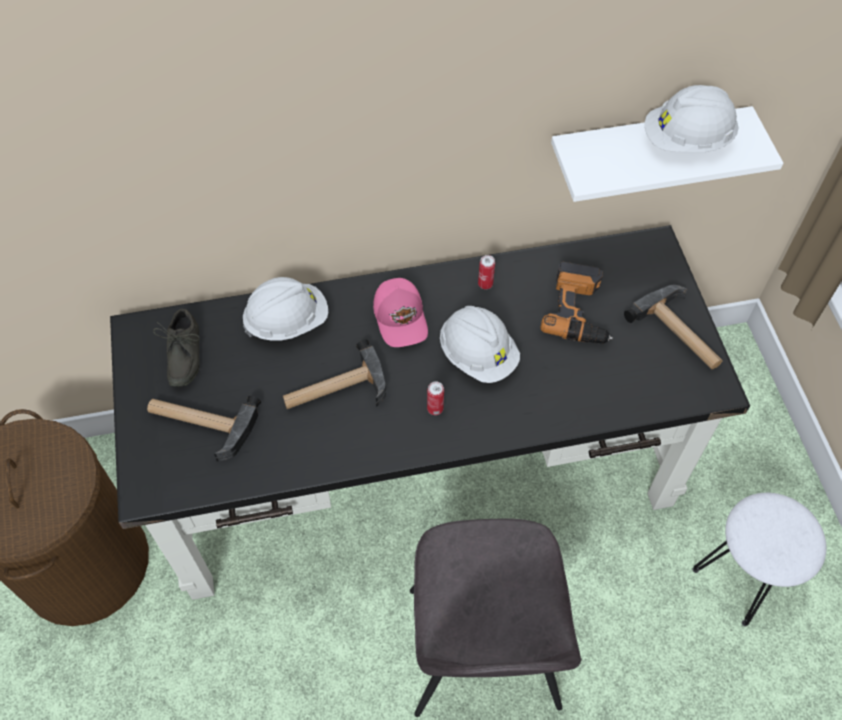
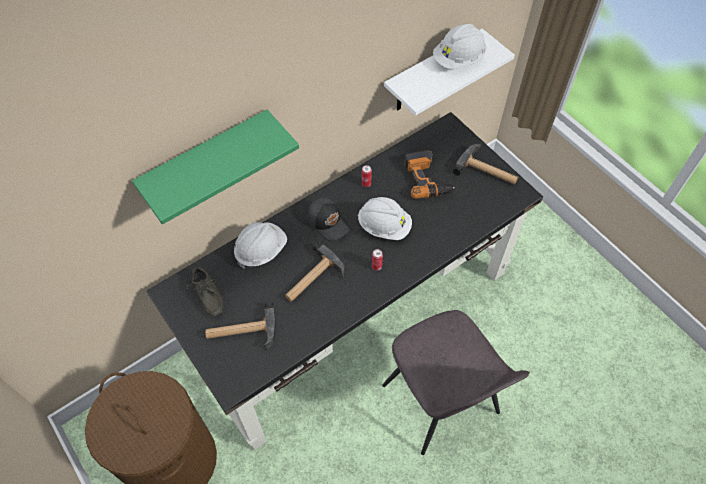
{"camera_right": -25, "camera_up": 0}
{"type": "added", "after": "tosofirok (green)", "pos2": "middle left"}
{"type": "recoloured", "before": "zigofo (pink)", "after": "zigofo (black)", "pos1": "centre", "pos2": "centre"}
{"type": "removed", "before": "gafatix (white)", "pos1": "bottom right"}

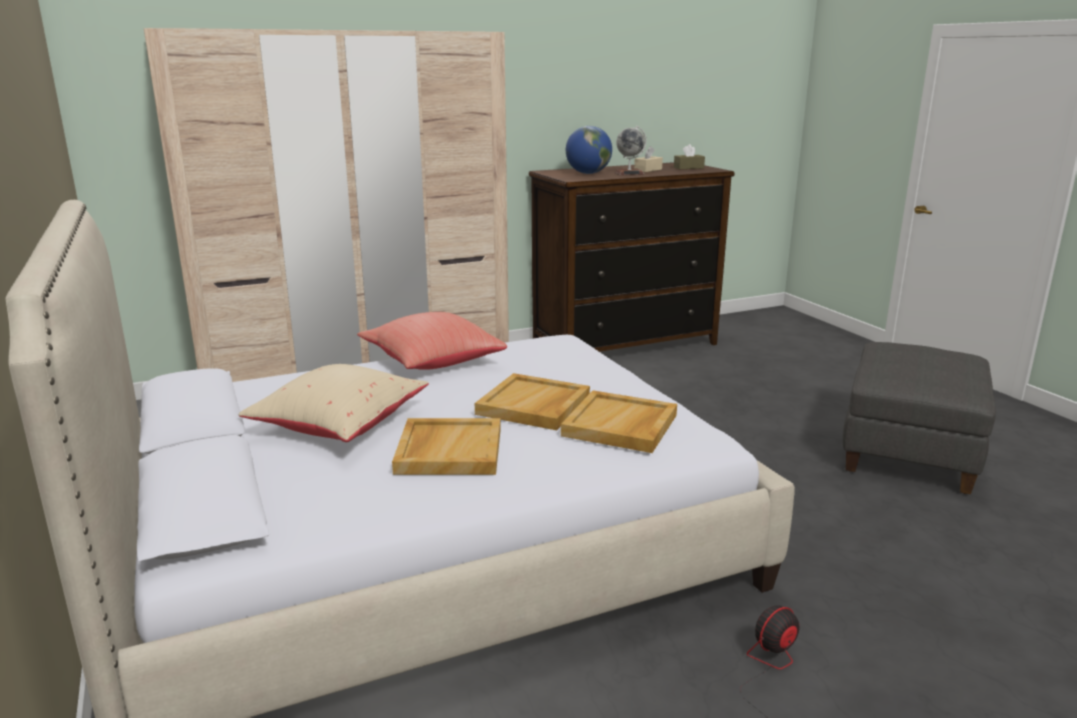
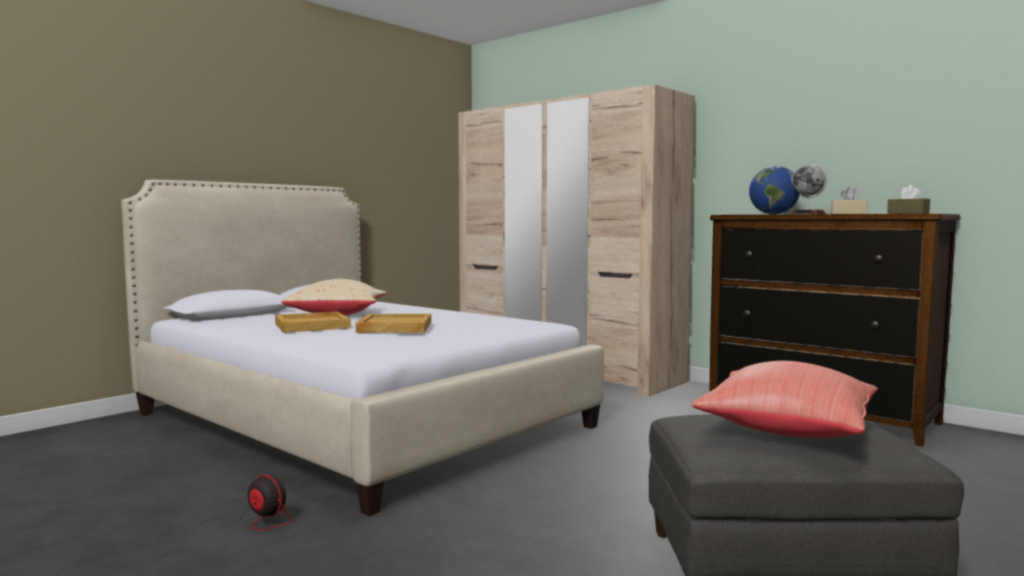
{"camera_right": 65, "camera_up": -15}
{"type": "moved", "before": "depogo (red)", "pos1": "centre", "pos2": "bottom right"}
{"type": "removed", "before": "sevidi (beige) (3rd from left)", "pos1": "centre"}

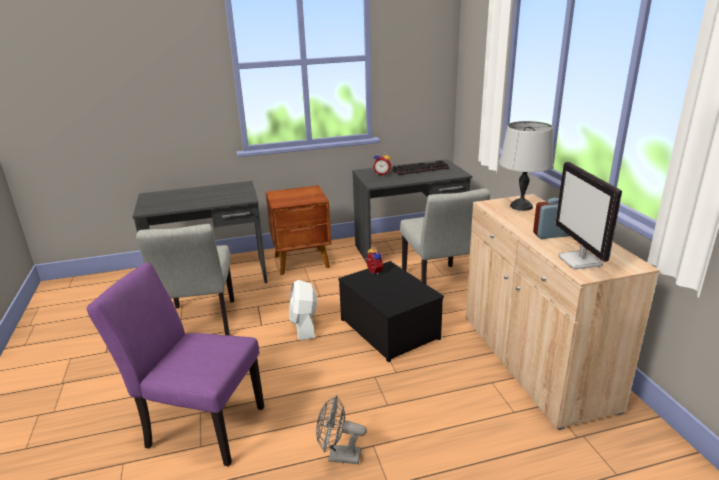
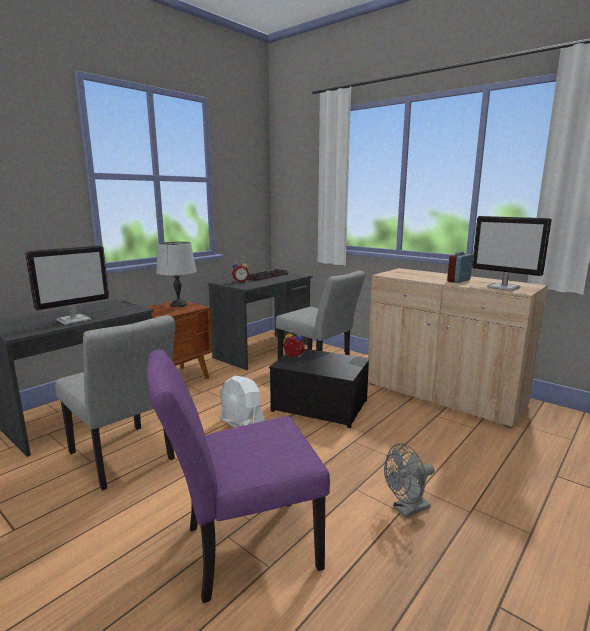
{"camera_right": -35, "camera_up": -10}
{"type": "added", "after": "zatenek (1st from left)", "pos2": "middle left"}
{"type": "moved", "before": "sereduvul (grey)", "pos1": "middle right", "pos2": "middle left"}

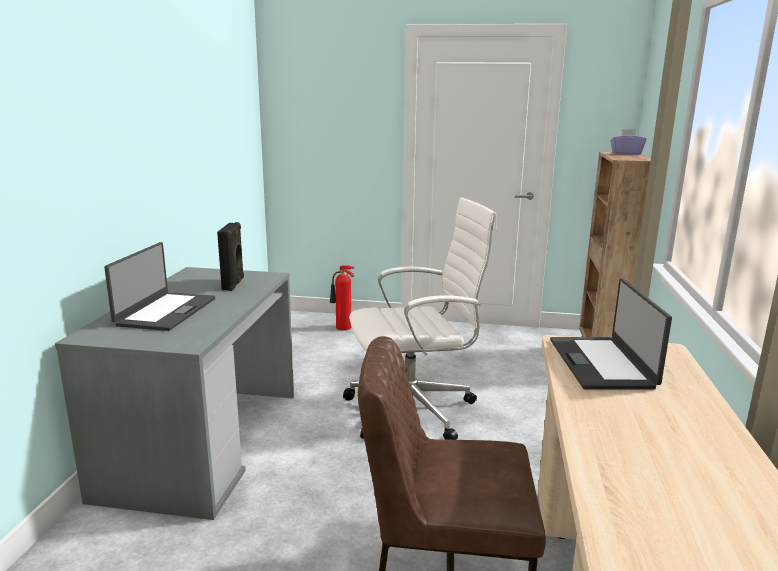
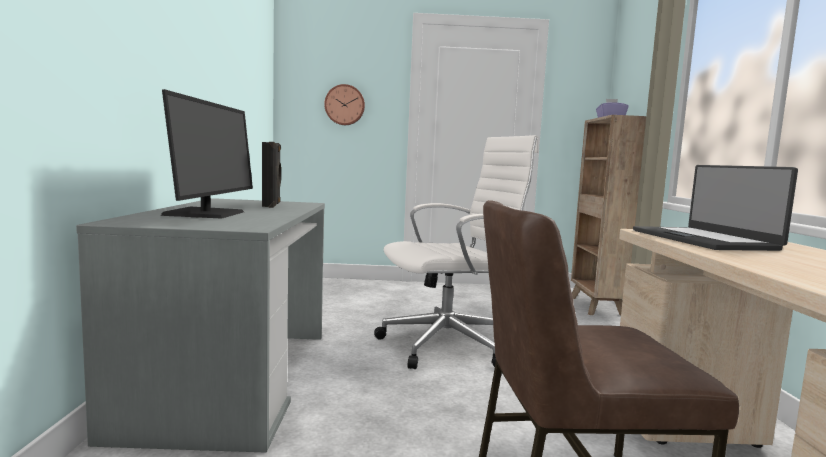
{"camera_right": -10, "camera_up": -10}
{"type": "replaced", "before": "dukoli (1st from left)", "after": "zatenek", "pos1": "middle left", "pos2": "middle left"}
{"type": "added", "after": "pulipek", "pos2": "top centre"}
{"type": "removed", "before": "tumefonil", "pos1": "centre"}

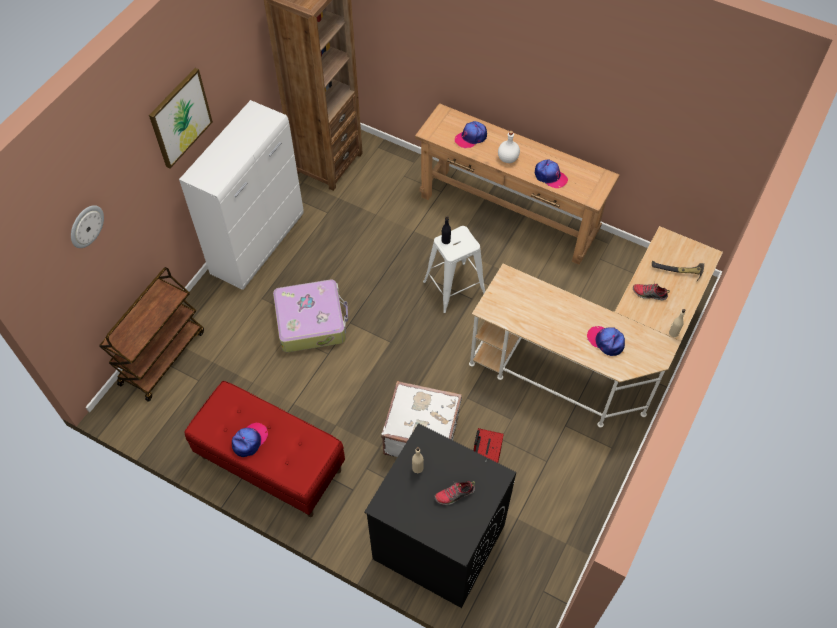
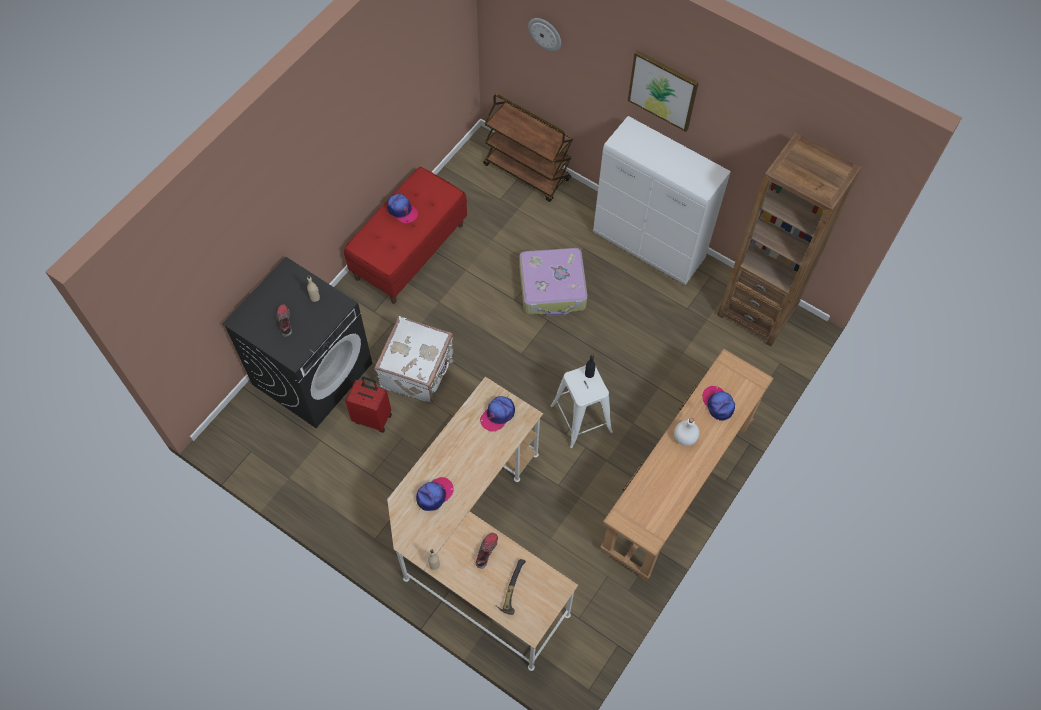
{"camera_right": 95, "camera_up": 5}
{"type": "moved", "before": "zigofo (3rd from left)", "pos1": "top centre", "pos2": "centre"}

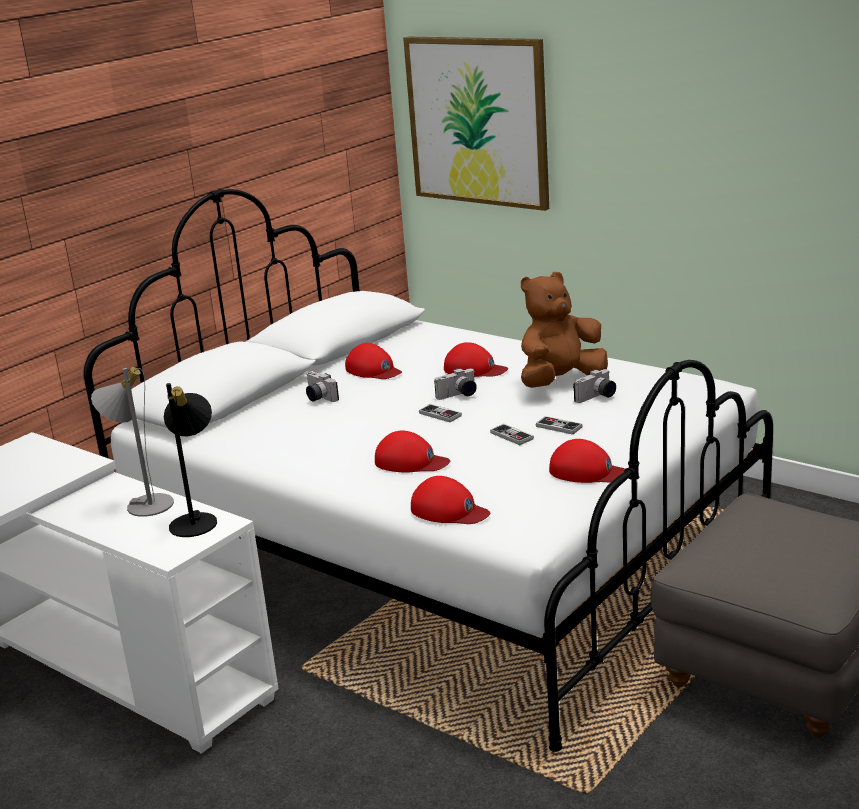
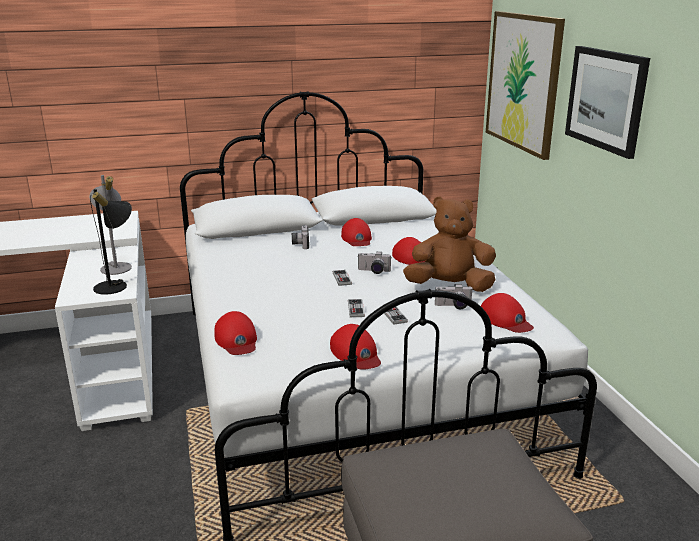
{"camera_right": 35, "camera_up": 0}
{"type": "moved", "before": "zigofo (red) (2nd from left in the first image)", "after": "zigofo (red) (5th from left)", "pos1": "centre", "pos2": "middle right"}
{"type": "added", "after": "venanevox (2nd from left)", "pos2": "top right"}

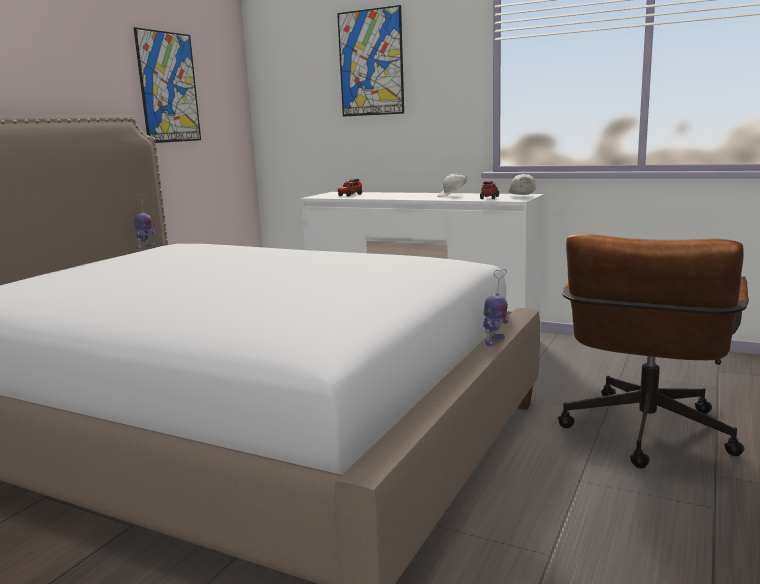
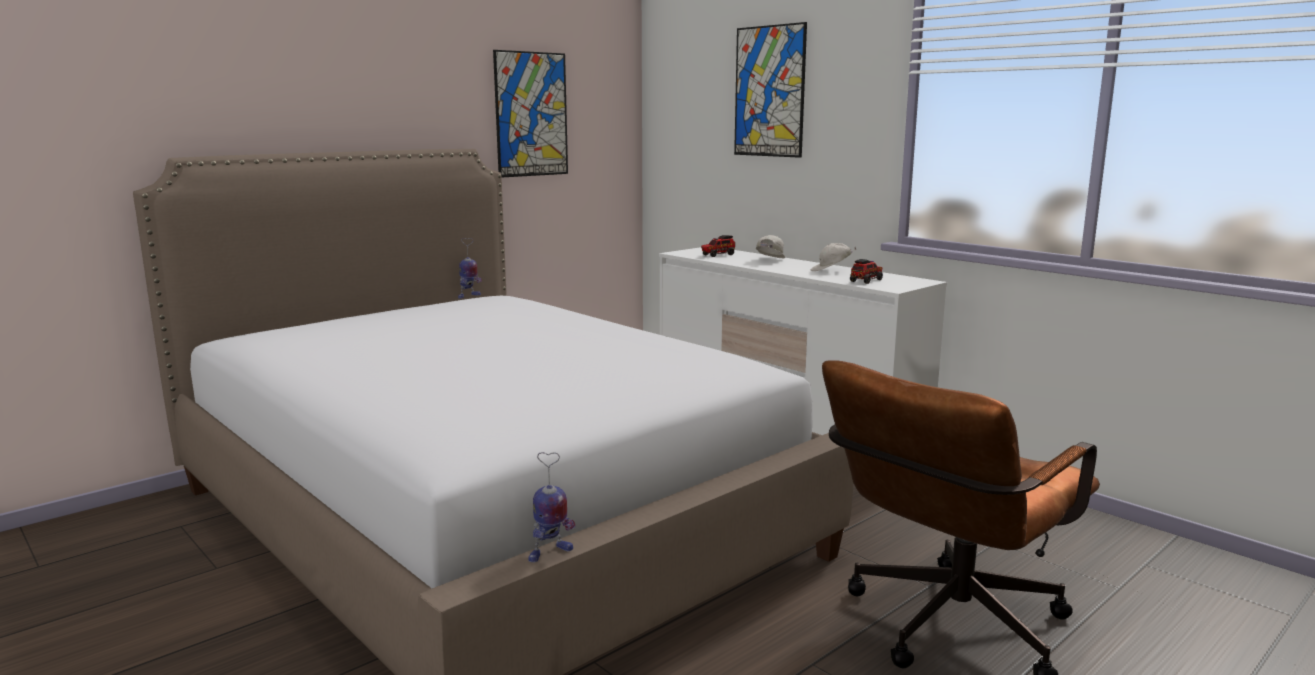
{"camera_right": 20, "camera_up": 0}
{"type": "moved", "before": "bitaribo (2nd from left)", "pos1": "centre", "pos2": "bottom centre"}
{"type": "moved", "before": "zigofo (white) (2nd from left in the first image)", "after": "zigofo (white) (1st from left)", "pos1": "top right", "pos2": "centre"}

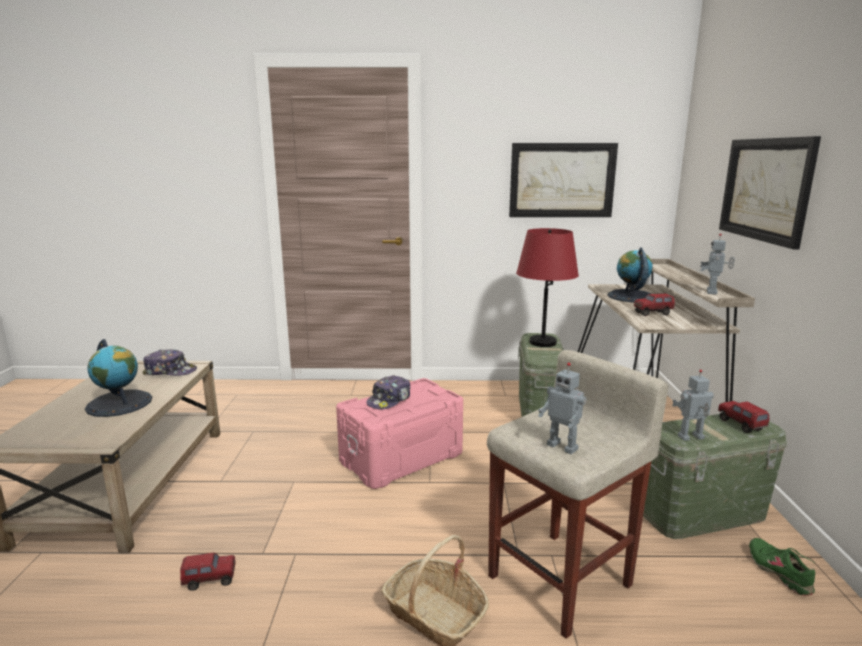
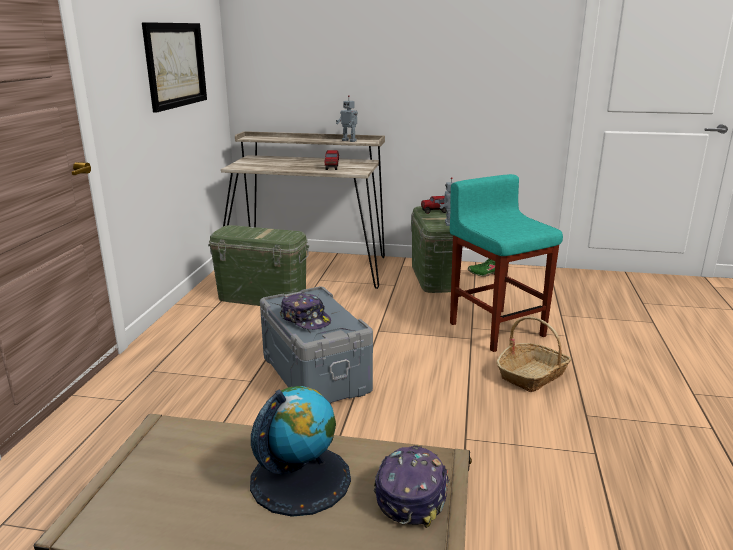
{"camera_right": -80, "camera_up": 5}
{"type": "recoloured", "before": "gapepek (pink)", "after": "gapepek (grey)", "pos1": "bottom centre", "pos2": "centre"}
{"type": "moved", "before": "zigofo (1st from left in the first image)", "after": "zigofo (2nd from left)", "pos1": "middle left", "pos2": "bottom centre"}
{"type": "recoloured", "before": "gafatix (beige)", "after": "gafatix (turquoise)", "pos1": "bottom right", "pos2": "middle right"}
{"type": "removed", "before": "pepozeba (1st from left)", "pos1": "bottom left"}
{"type": "removed", "before": "sereduvul (red)", "pos1": "centre"}
{"type": "removed", "before": "bitaribo (1st from left)", "pos1": "centre"}
{"type": "removed", "before": "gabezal (2nd from left)", "pos1": "middle right"}
{"type": "removed", "before": "venanevox (2nd from left)", "pos1": "top right"}

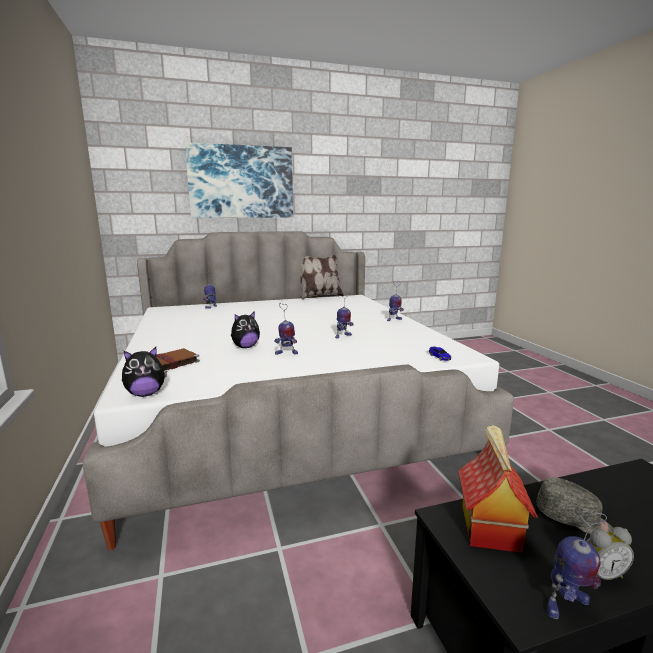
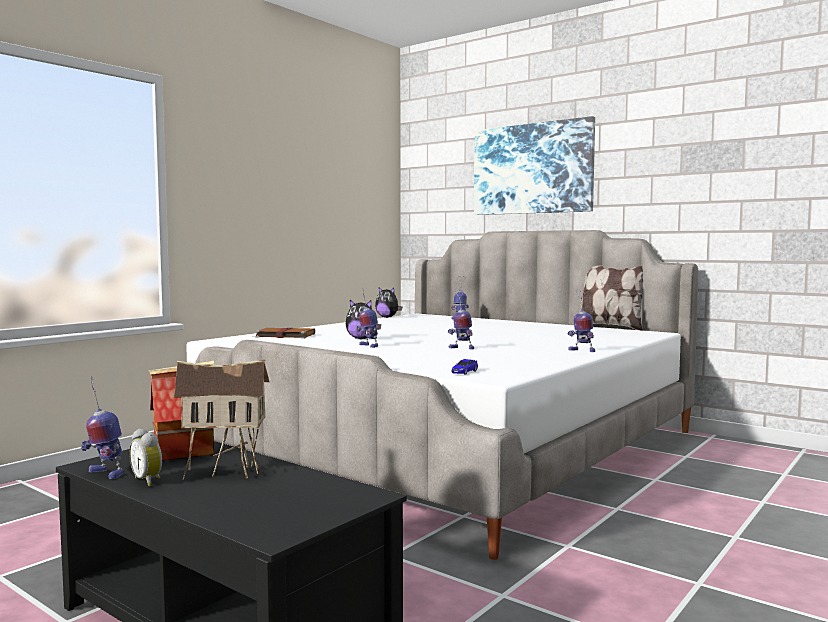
{"camera_right": 55, "camera_up": -10}
{"type": "replaced", "before": "zigofo (grey)", "after": "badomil (2nd from left)", "pos1": "bottom right", "pos2": "bottom left"}
{"type": "moved", "before": "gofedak (1st from left in the first image)", "after": "gofedak (2nd from left)", "pos1": "middle left", "pos2": "centre"}

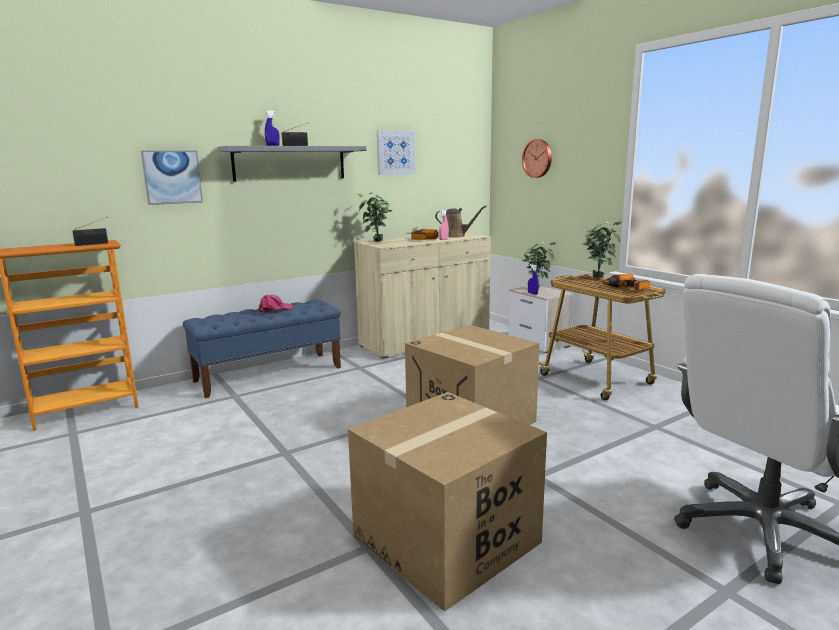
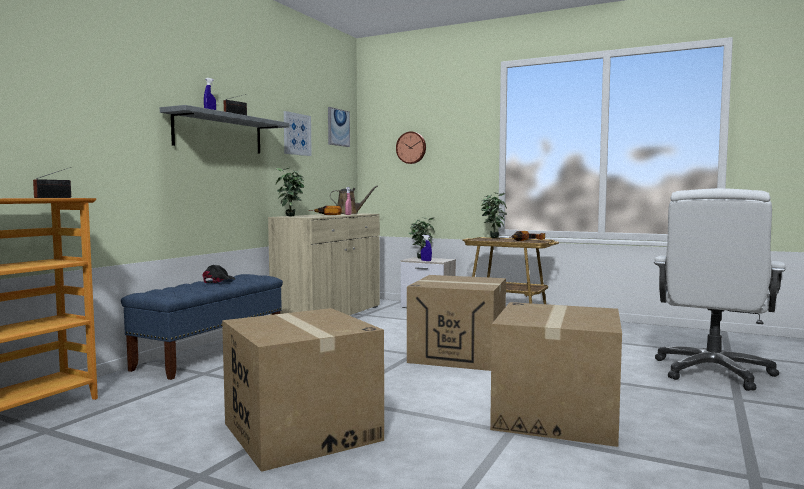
{"camera_right": -30, "camera_up": -10}
{"type": "recoloured", "before": "zigofo (pink)", "after": "zigofo (black)", "pos1": "middle left", "pos2": "middle left"}
{"type": "added", "after": "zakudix (1st from left)", "pos2": "bottom centre"}
{"type": "moved", "before": "venanevox (1st from left in the first image)", "after": "venanevox (2nd from left)", "pos1": "top left", "pos2": "top centre"}

